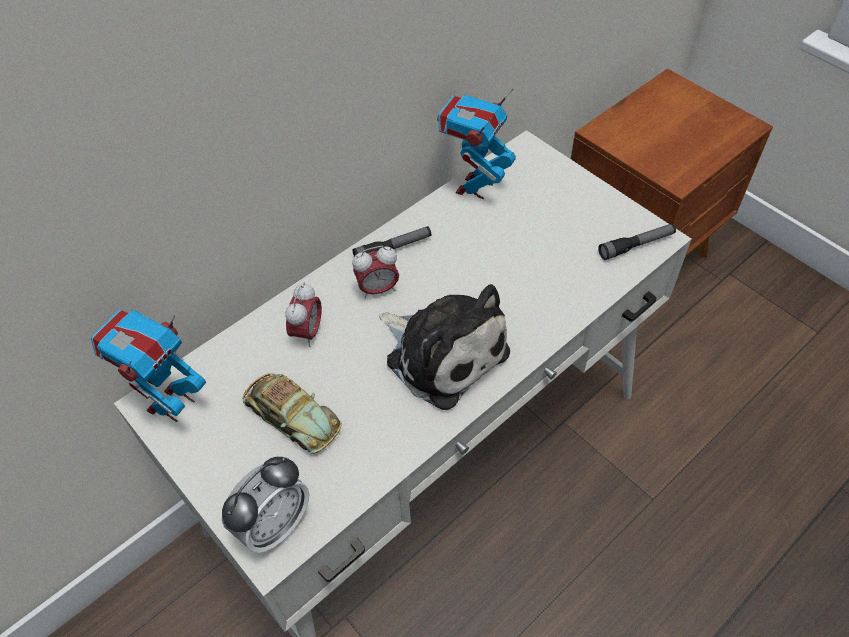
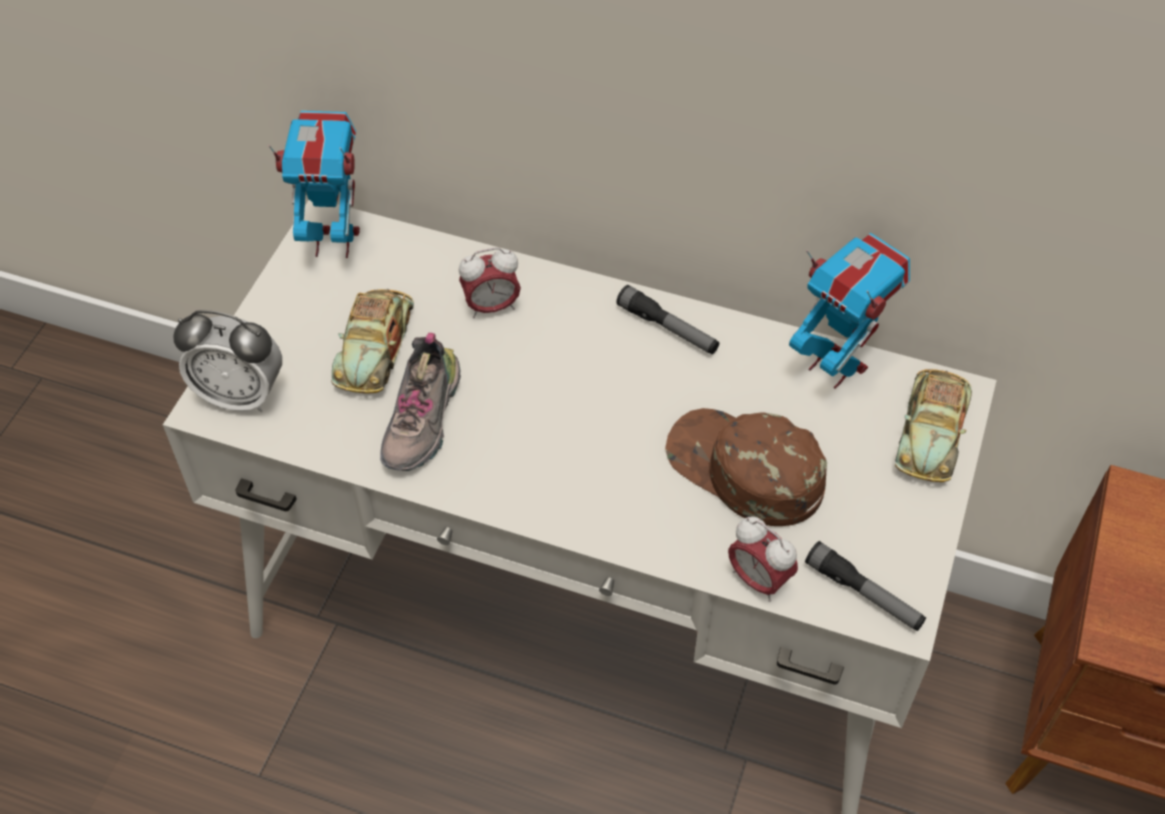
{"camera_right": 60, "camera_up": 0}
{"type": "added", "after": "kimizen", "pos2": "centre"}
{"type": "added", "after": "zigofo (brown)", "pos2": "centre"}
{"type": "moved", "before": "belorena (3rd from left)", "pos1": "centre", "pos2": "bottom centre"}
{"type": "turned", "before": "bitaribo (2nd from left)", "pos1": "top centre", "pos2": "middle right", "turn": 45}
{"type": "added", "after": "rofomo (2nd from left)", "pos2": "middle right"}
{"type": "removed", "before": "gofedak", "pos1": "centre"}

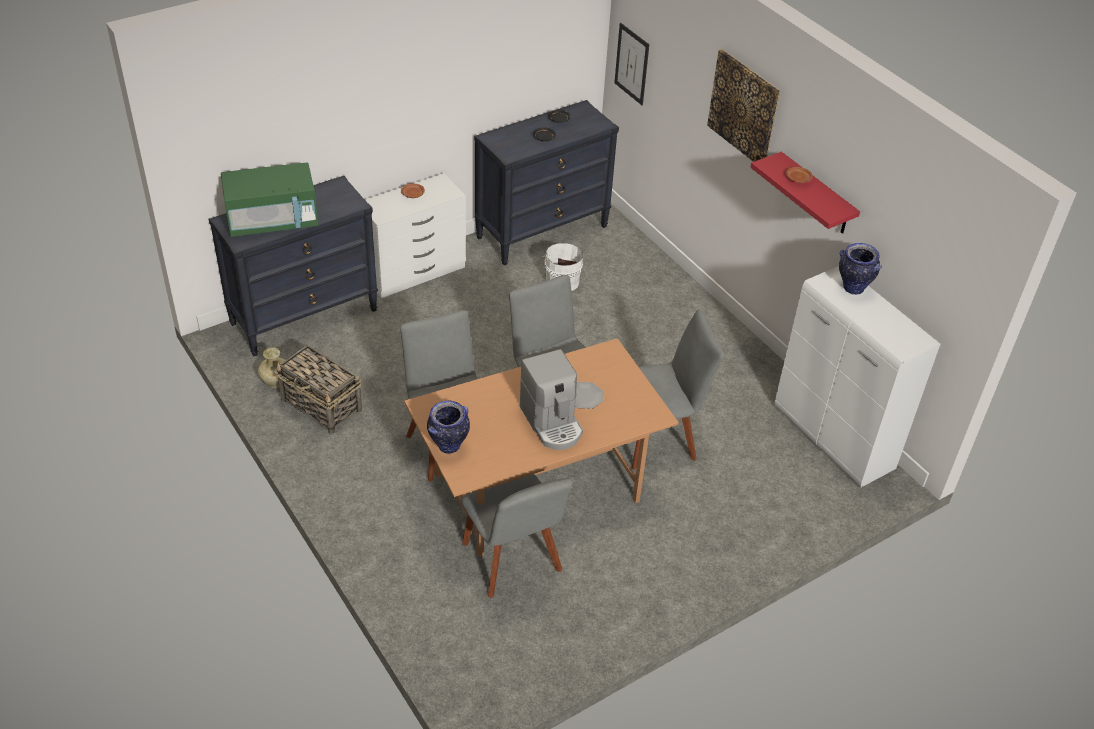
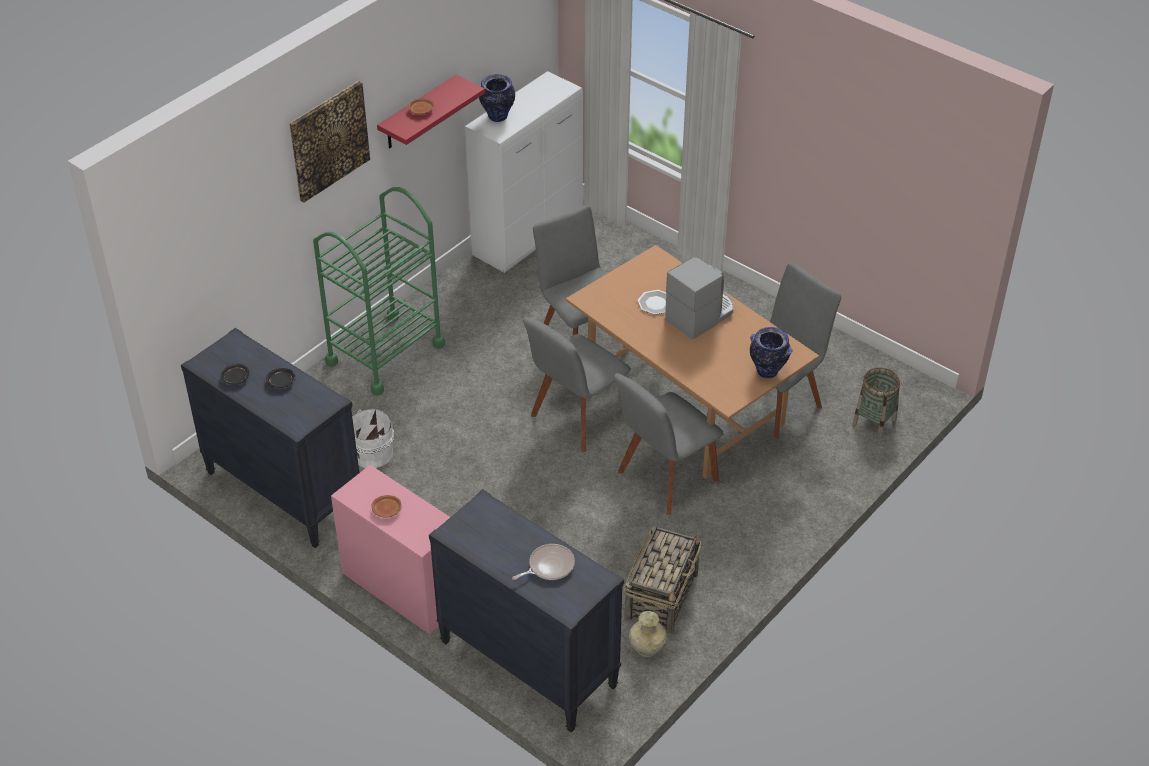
{"camera_right": -105, "camera_up": 0}
{"type": "added", "after": "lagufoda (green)", "pos2": "middle left"}
{"type": "recoloured", "before": "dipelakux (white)", "after": "dipelakux (pink)", "pos1": "top centre", "pos2": "bottom centre"}
{"type": "replaced", "before": "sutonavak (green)", "after": "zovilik", "pos1": "top left", "pos2": "bottom centre"}
{"type": "added", "after": "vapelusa (2nd from left)", "pos2": "middle right"}
{"type": "removed", "before": "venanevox (1st from left)", "pos1": "top centre"}

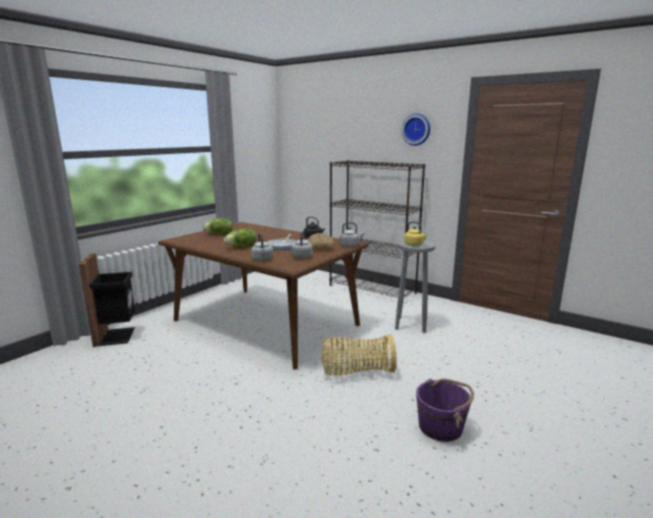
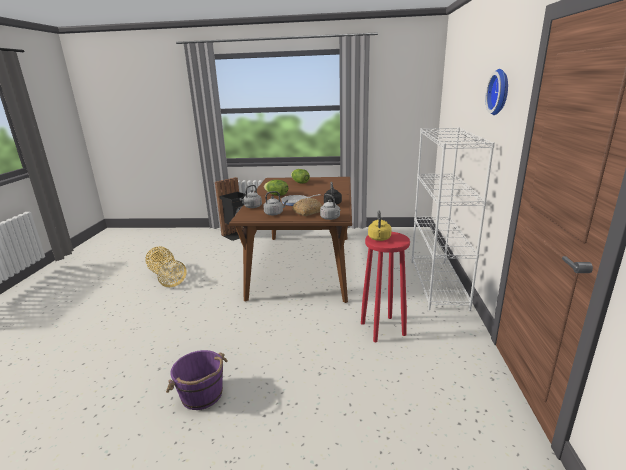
{"camera_right": 60, "camera_up": 5}
{"type": "moved", "before": "vapelusa", "pos1": "bottom centre", "pos2": "middle left"}
{"type": "recoloured", "before": "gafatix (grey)", "after": "gafatix (red)", "pos1": "centre", "pos2": "centre"}
{"type": "recoloured", "before": "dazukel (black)", "after": "dazukel (white)", "pos1": "centre", "pos2": "middle right"}

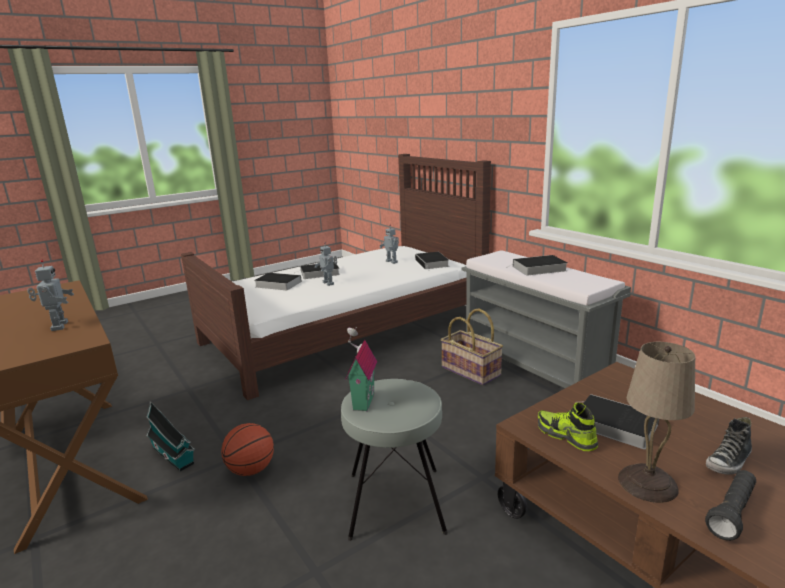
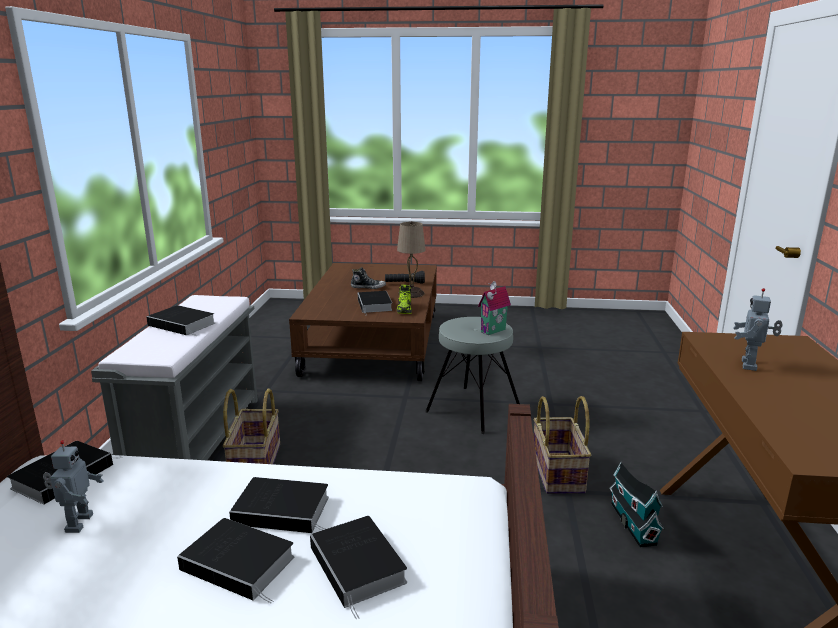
{"camera_right": -140, "camera_up": 0}
{"type": "replaced", "before": "bitaribo (2nd from left)", "after": "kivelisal (4th from left)", "pos1": "centre", "pos2": "bottom left"}
{"type": "replaced", "before": "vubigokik", "after": "vapelusa (2nd from left)", "pos1": "bottom left", "pos2": "bottom right"}

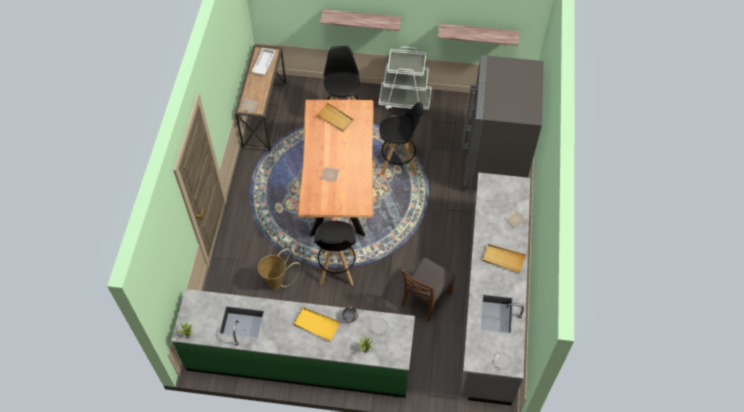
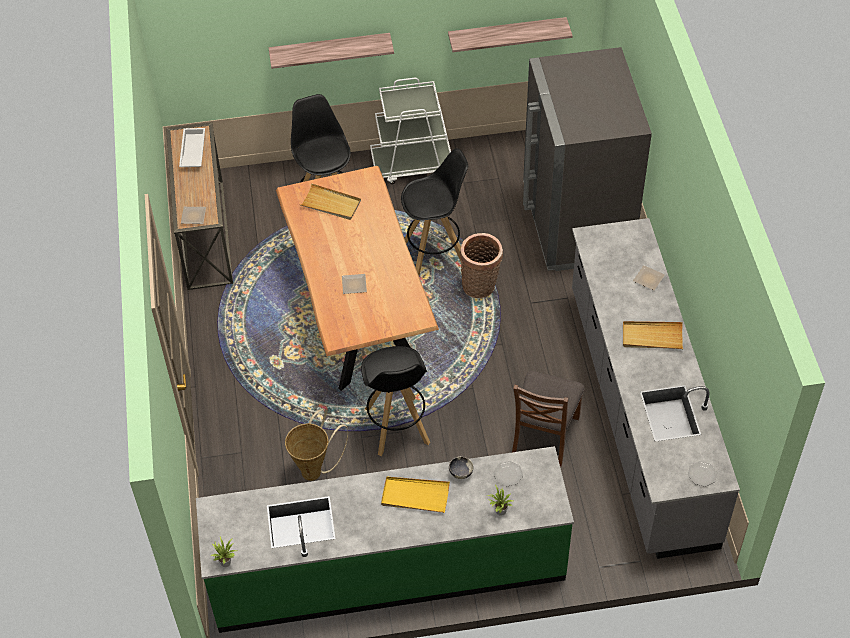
{"camera_right": -15, "camera_up": -5}
{"type": "added", "after": "vapelusa (2nd from left)", "pos2": "centre"}

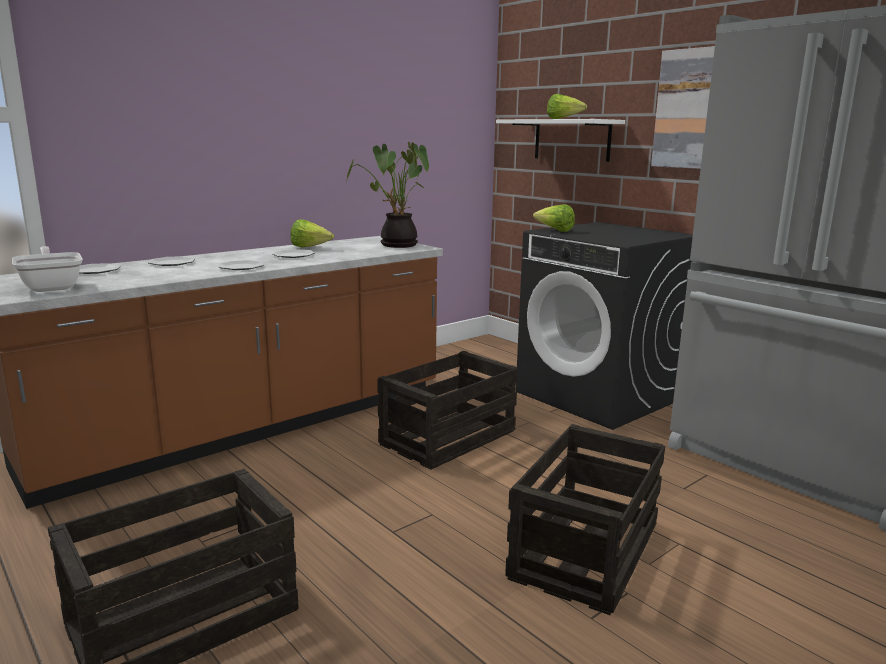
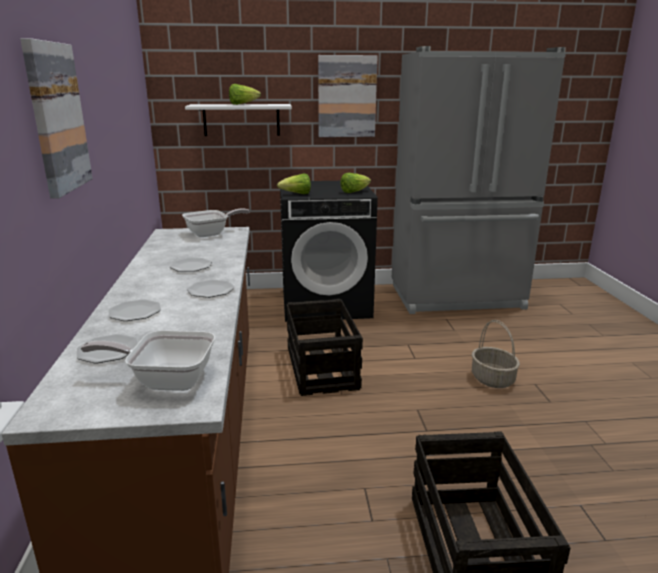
{"camera_right": -55, "camera_up": 5}
{"type": "added", "after": "venanevox (1st from left)", "pos2": "top left"}
{"type": "replaced", "before": "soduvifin", "after": "zovilik (2nd from left)", "pos1": "top centre", "pos2": "middle left"}
{"type": "moved", "before": "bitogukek (1st from left in the first image)", "after": "bitogukek (3rd from left)", "pos1": "centre", "pos2": "top centre"}
{"type": "replaced", "before": "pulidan (3rd from left)", "after": "vapelusa", "pos1": "bottom centre", "pos2": "middle right"}

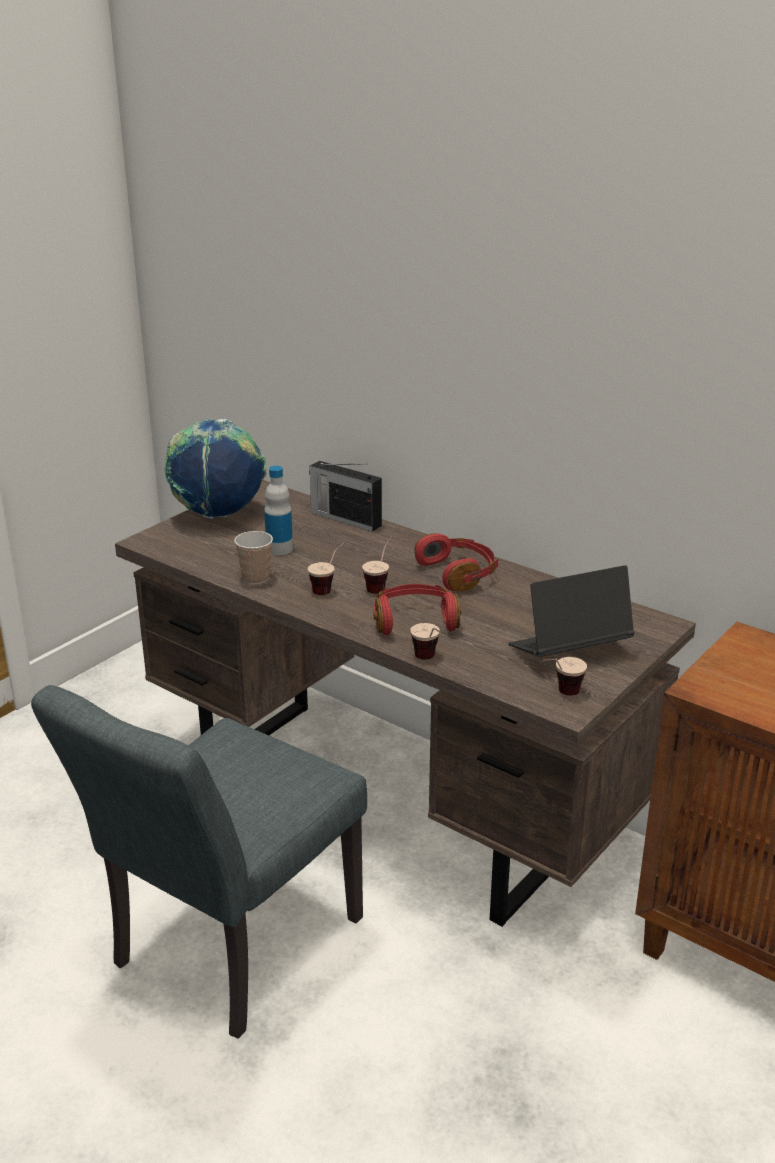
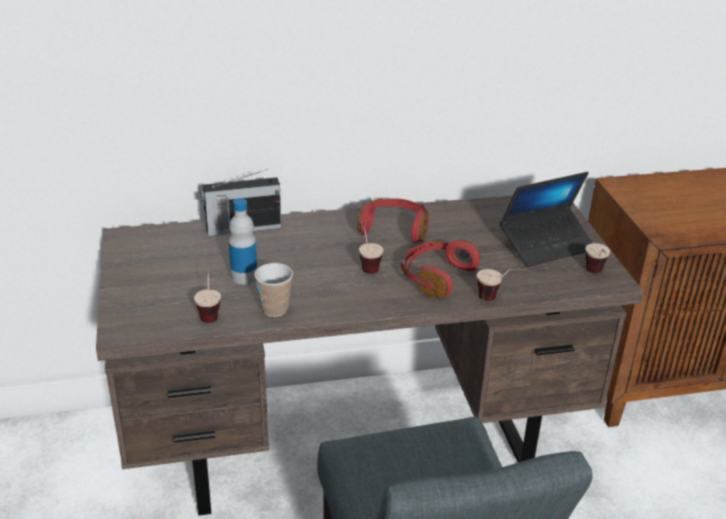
{"camera_right": -50, "camera_up": 5}
{"type": "moved", "before": "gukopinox (2nd from left in the first image)", "after": "gukopinox (1st from left)", "pos1": "centre", "pos2": "middle left"}
{"type": "turned", "before": "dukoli", "pos1": "middle right", "pos2": "middle right", "turn": -135}
{"type": "removed", "before": "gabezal", "pos1": "middle left"}

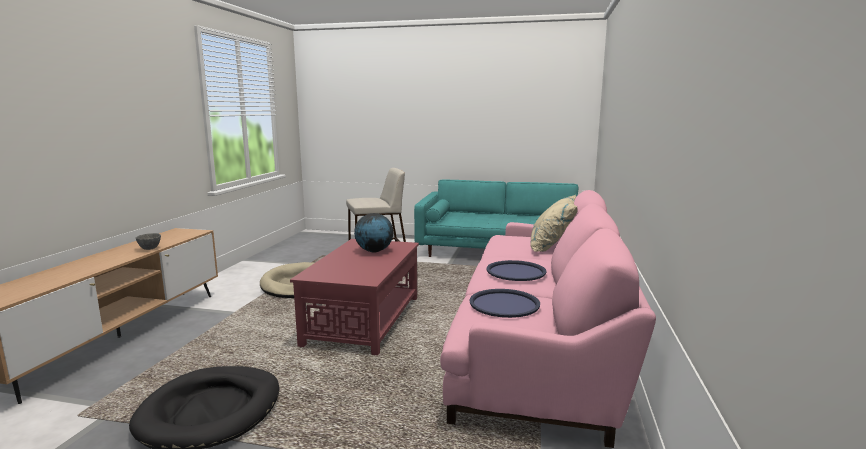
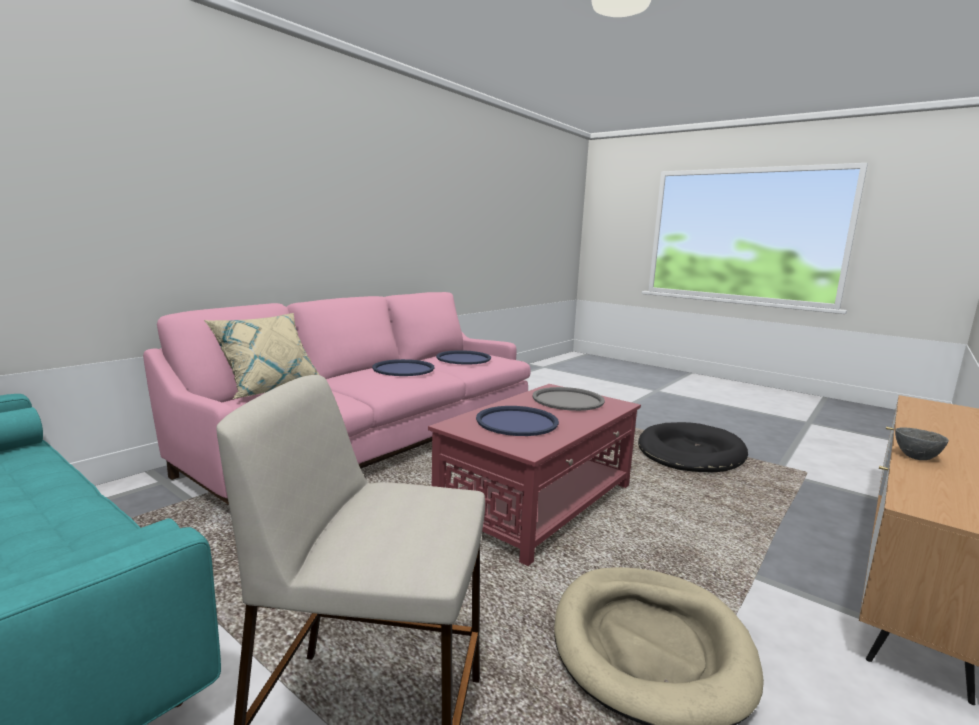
{"camera_right": -155, "camera_up": 0}
{"type": "replaced", "before": "gabezal", "after": "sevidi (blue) (3rd from left)", "pos1": "centre", "pos2": "centre"}
{"type": "added", "after": "sevidi (grey)", "pos2": "centre"}

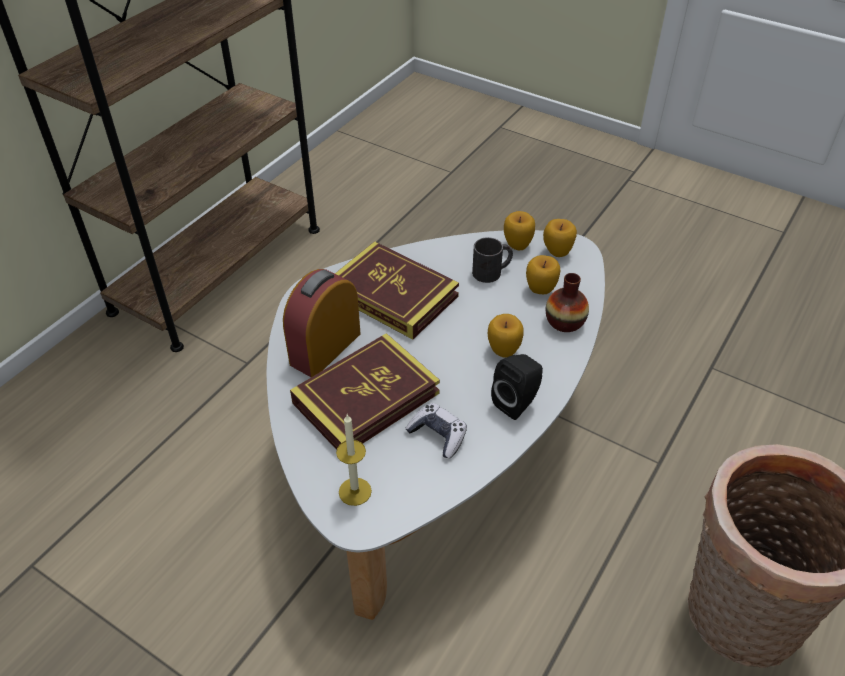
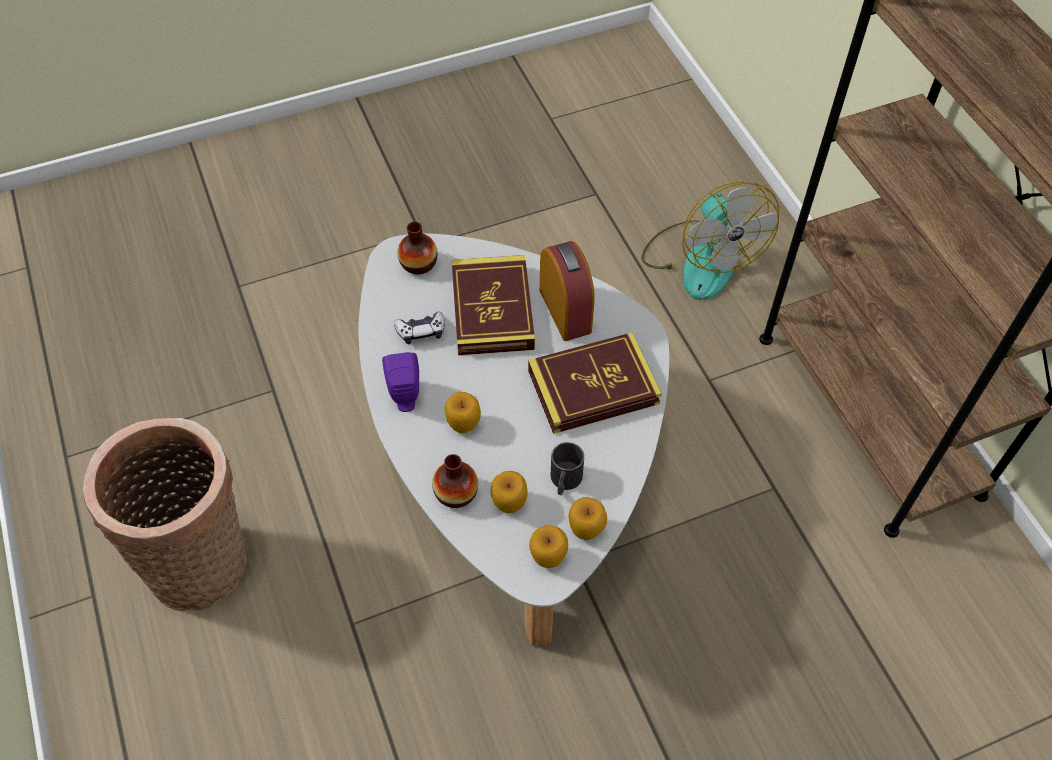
{"camera_right": 125, "camera_up": 10}
{"type": "recoloured", "before": "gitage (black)", "after": "gitage (purple)", "pos1": "centre", "pos2": "centre"}
{"type": "replaced", "before": "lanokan", "after": "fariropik (1st from left)", "pos1": "bottom centre", "pos2": "top centre"}
{"type": "added", "after": "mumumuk", "pos2": "top right"}

